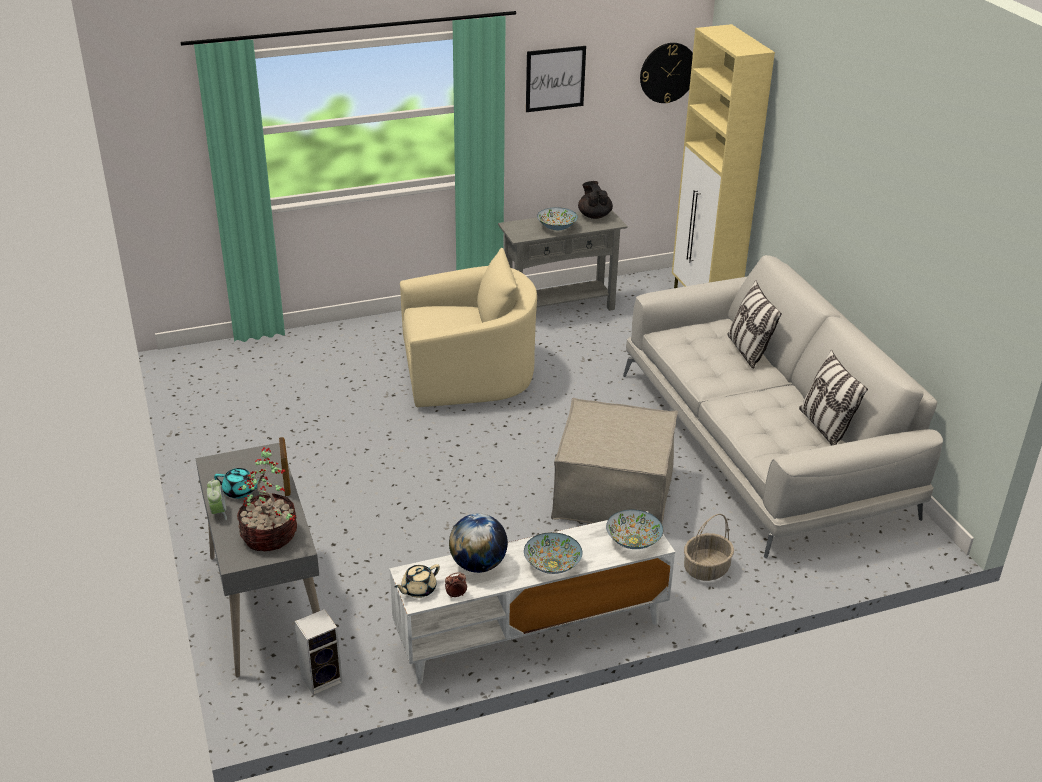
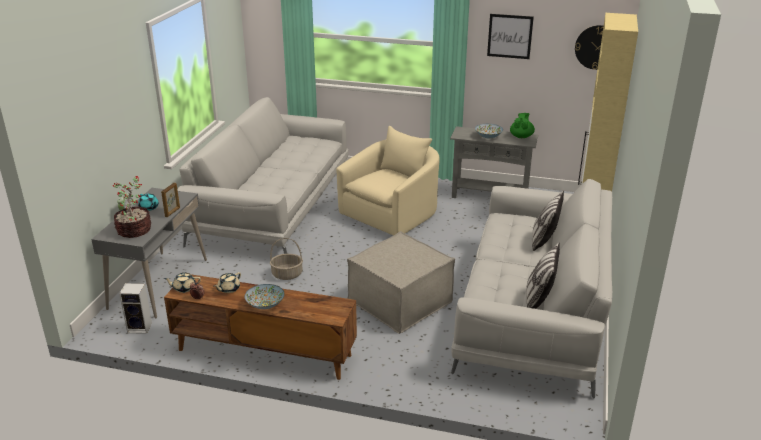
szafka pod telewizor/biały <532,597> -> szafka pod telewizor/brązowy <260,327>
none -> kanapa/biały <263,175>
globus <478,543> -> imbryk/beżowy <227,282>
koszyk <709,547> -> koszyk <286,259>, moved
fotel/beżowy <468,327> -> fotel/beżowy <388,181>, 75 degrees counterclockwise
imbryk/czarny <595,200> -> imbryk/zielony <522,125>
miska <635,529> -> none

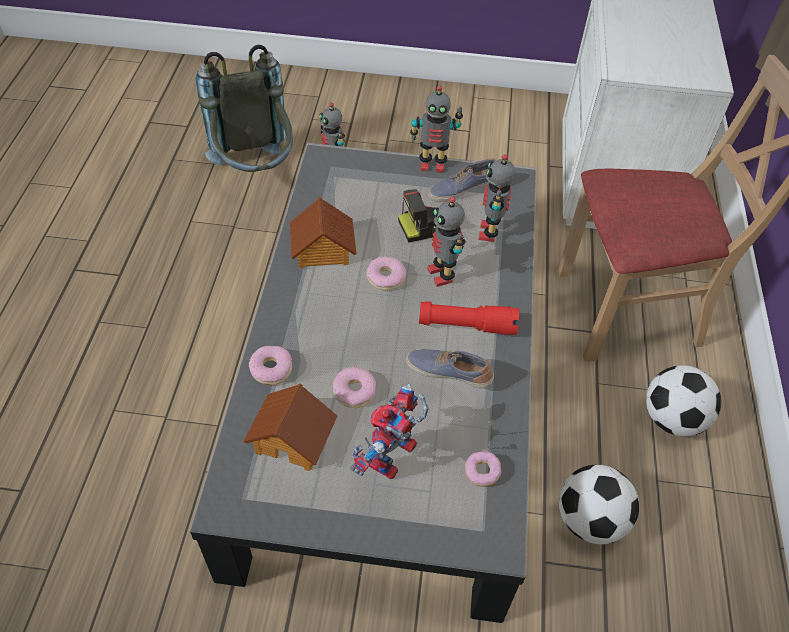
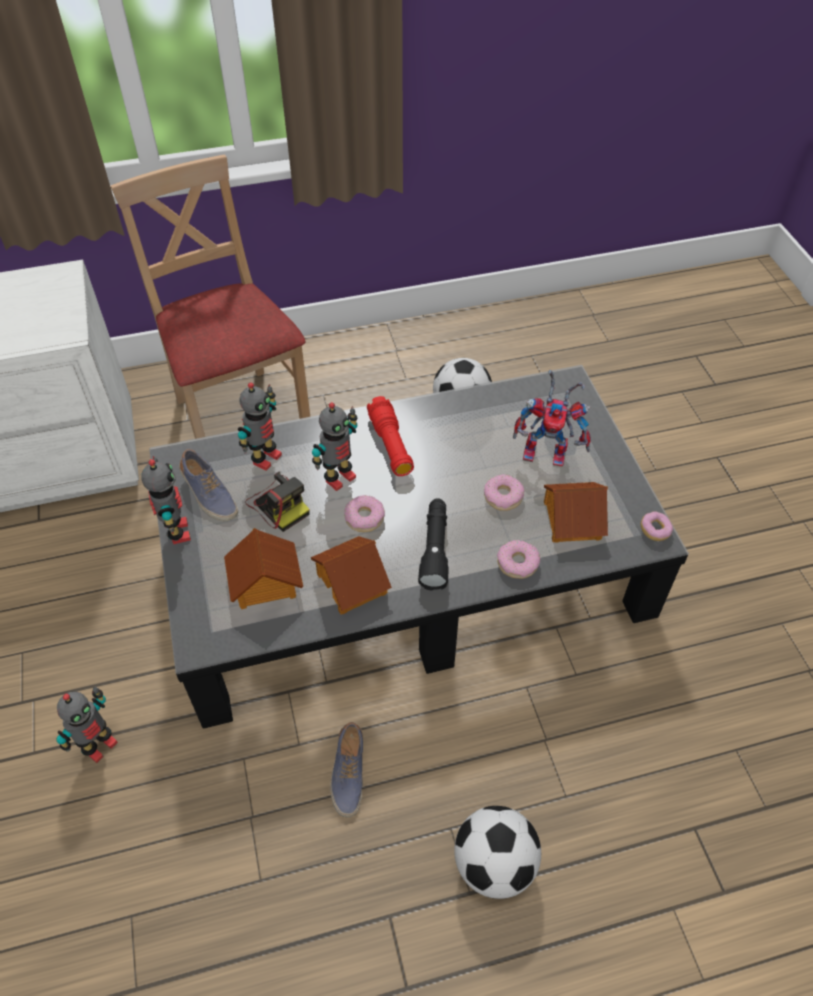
none -> domek <263,568>
robot zabawkowy <497,198> -> robot zabawkowy <260,426>, 45 degrees counterclockwise
but <450,368> -> but <346,770>, moved
none -> latarka/czarny <433,544>
piłka futbolowa <683,400> -> piłka futbolowa <497,852>, moved
donut <483,469> -> donut <656,526>, moved
plecak/szary <244,108> -> none

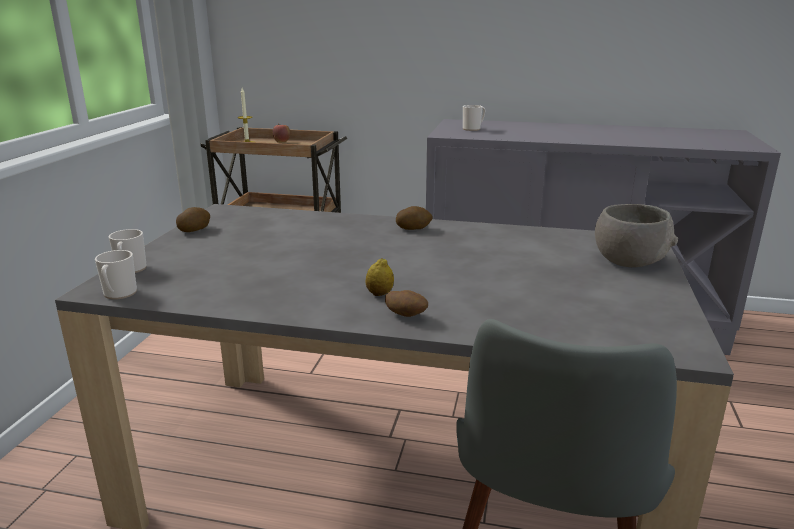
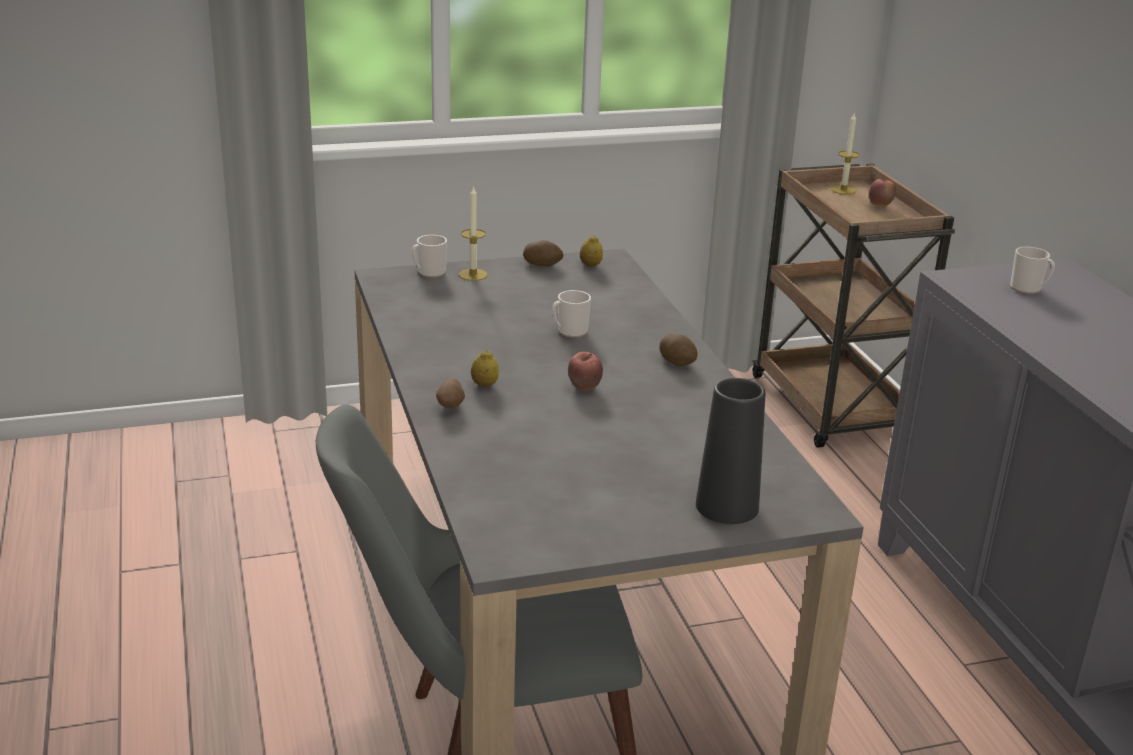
none -> świeca <473,233>
kubek <116,275> -> kubek <571,314>, moved
none -> jabłko <585,371>
none -> cytryna <591,251>
miska/szary <636,235> -> wazon/czarny <731,451>

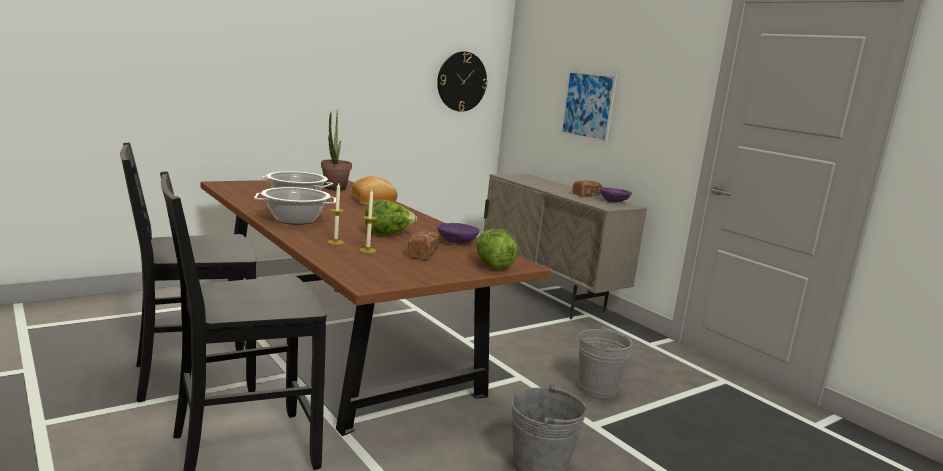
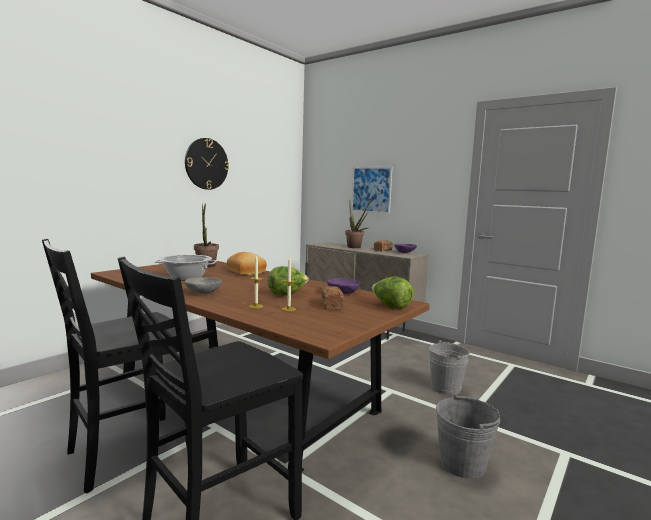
zegar ścienny <462,81> -> zegar ścienny <207,164>, moved
garnek <295,205> -> miska/szary <203,285>
none -> roślina doniczkowa <358,223>

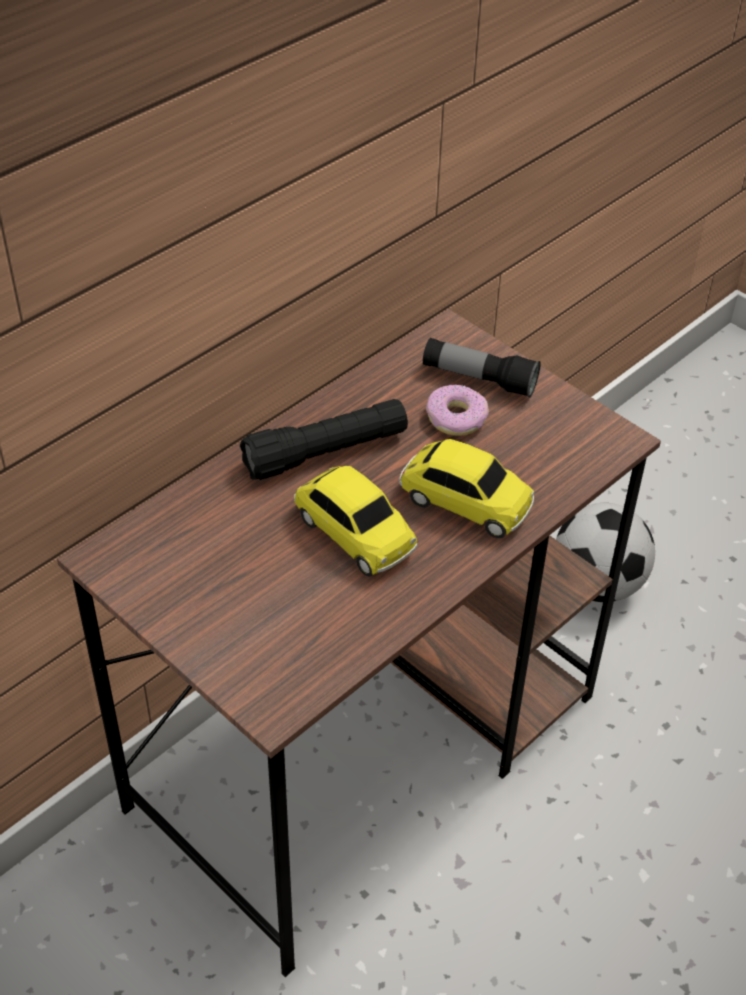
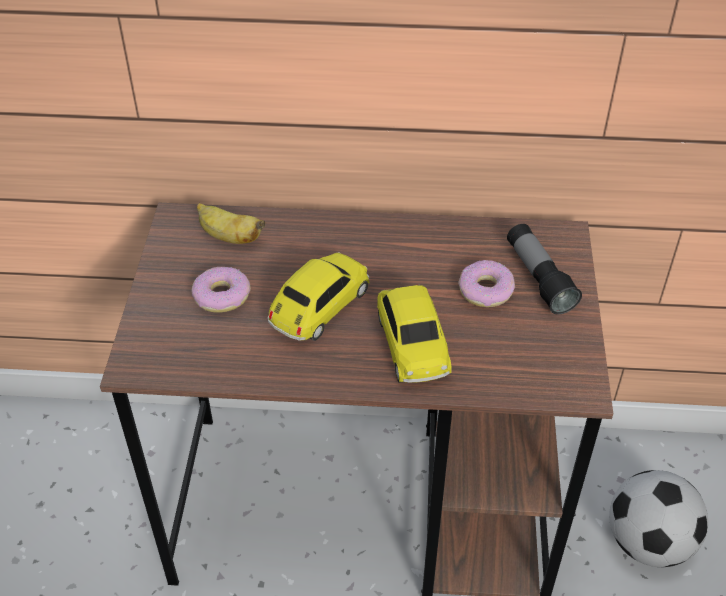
none -> donut <221,290>
none -> banan <231,223>
samochodzik <356,521> -> samochodzik <319,296>, 150 degrees counterclockwise
latarka/czarny <324,439> -> none

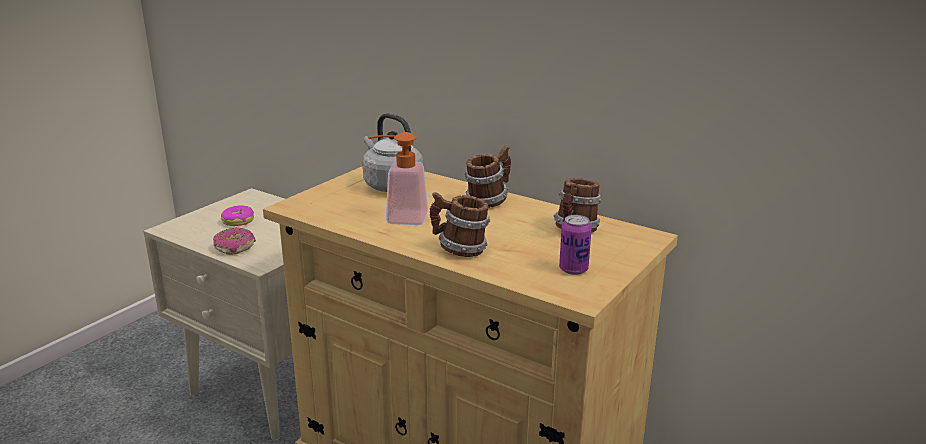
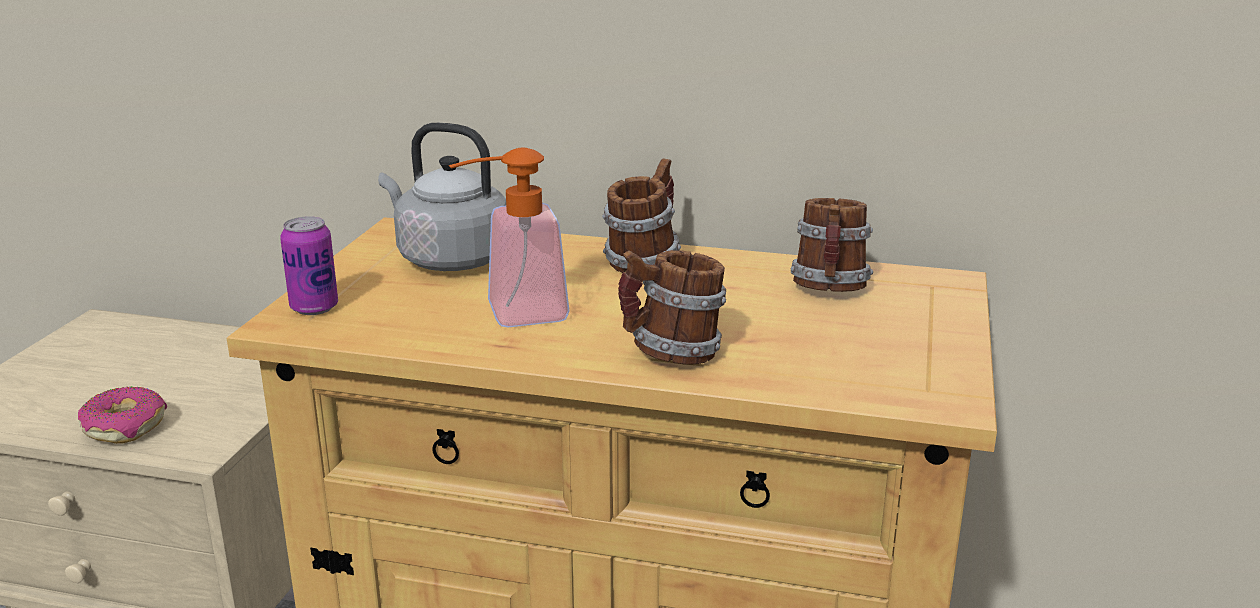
puszka <575,245> -> puszka <309,265>, moved
donut <237,215> -> none

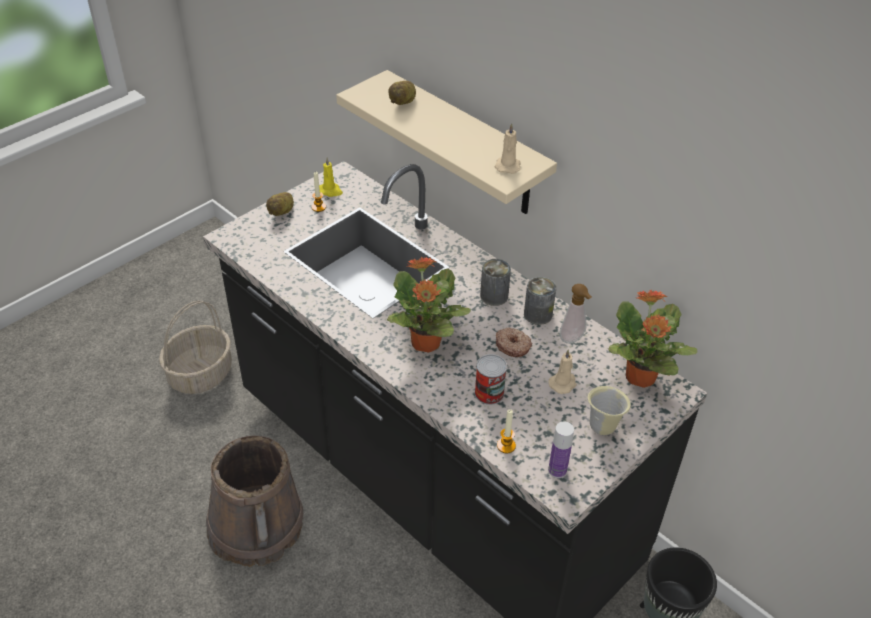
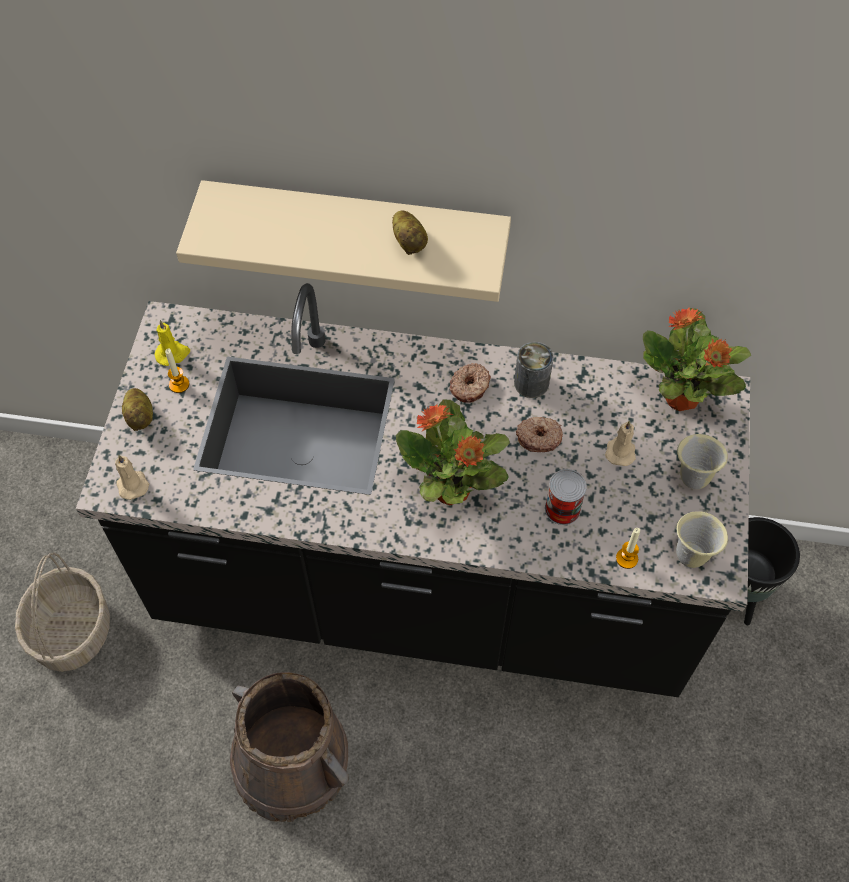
świeca/beżowy <507,148> -> świeca/beżowy <132,477>, moved
ziemniak <402,93> -> ziemniak <410,232>, moved
puszka <495,282> -> donut <470,383>
butelka <561,450> -> kubek/beżowy <702,539>
dozownik mydła <575,314> -> none

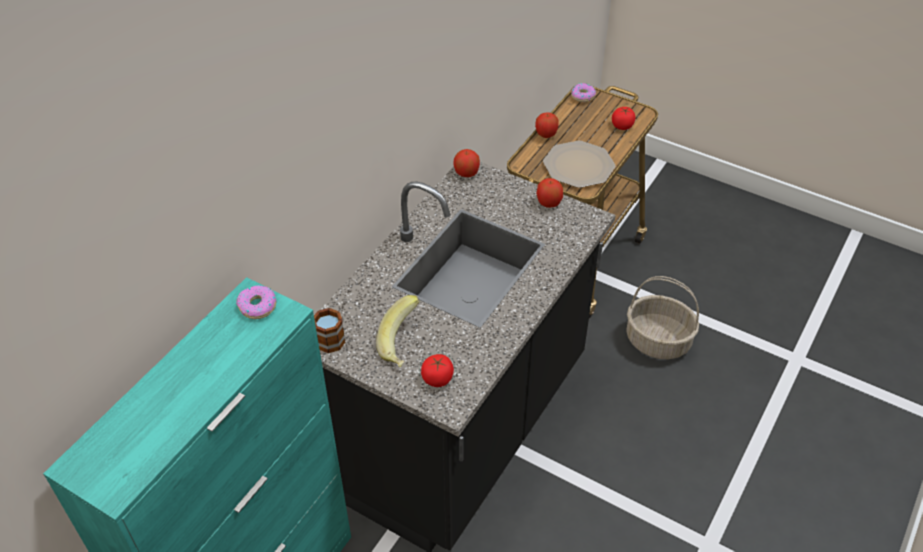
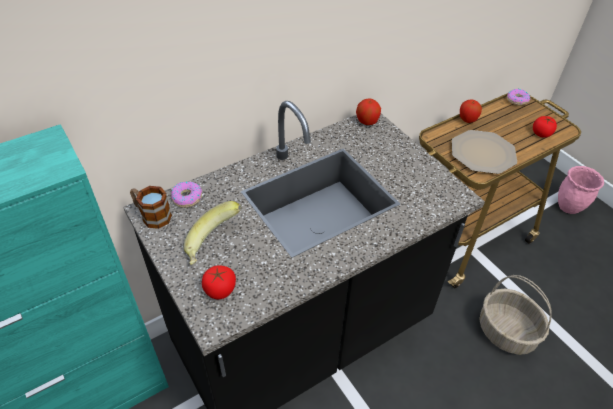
donut <256,302> -> donut <186,194>, moved
none -> donica/różowy <581,190>
jabłko <549,193> -> none

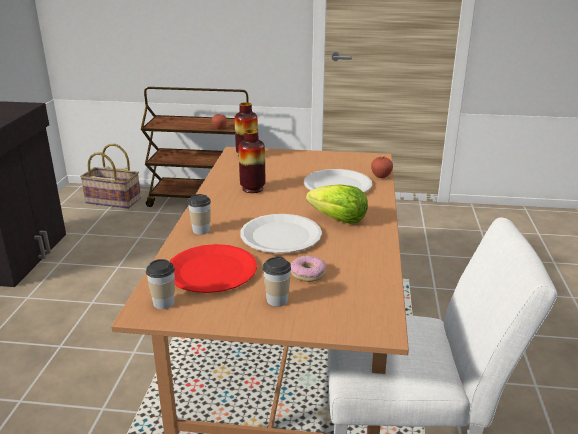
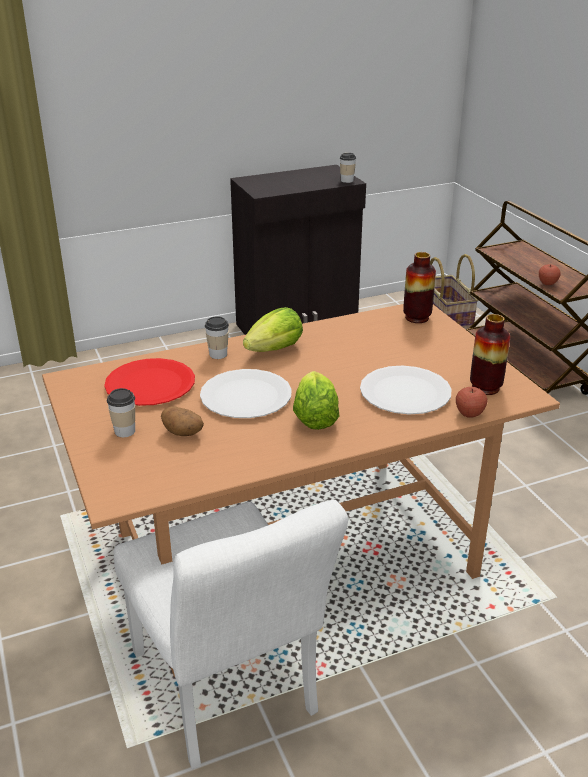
donut <308,268> -> ziemniak <182,421>
none -> sałata <273,329>
filiżanka <160,284> -> filiżanka <348,168>, moved
wazon <251,161> -> wazon <490,354>, moved

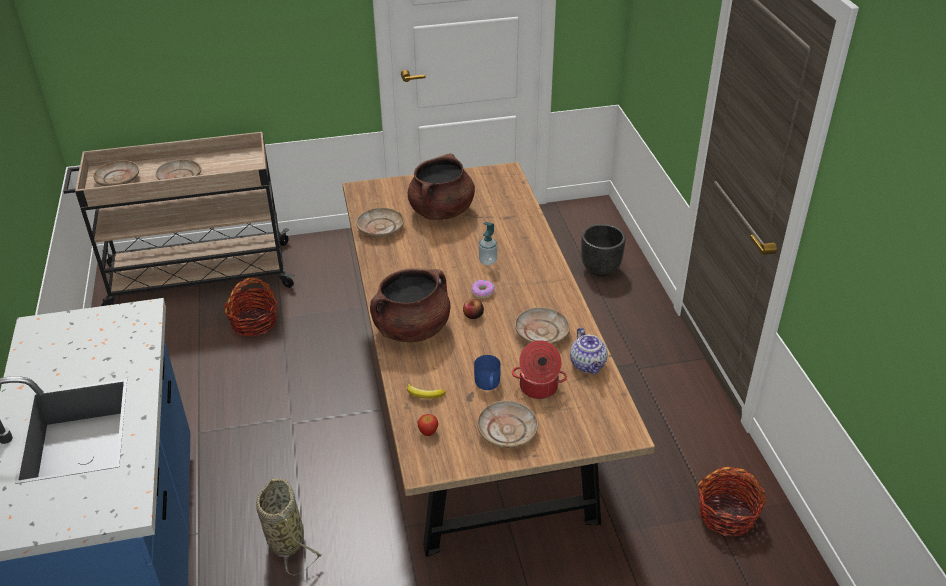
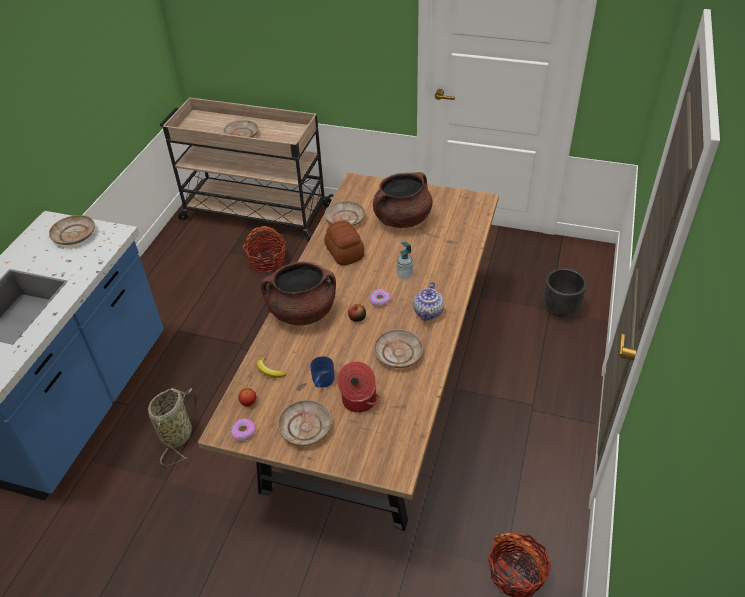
talerz/beżowy <116,173> -> talerz/beżowy <72,230>, moved
none -> donut <243,429>
none -> chleb <344,243>
imbryk <589,350> -> imbryk <428,301>, moved

